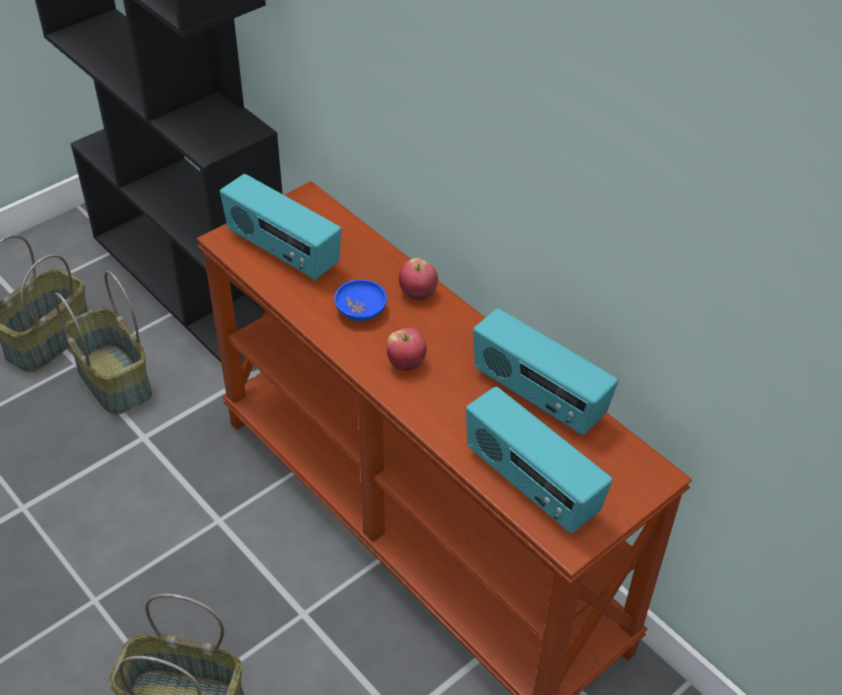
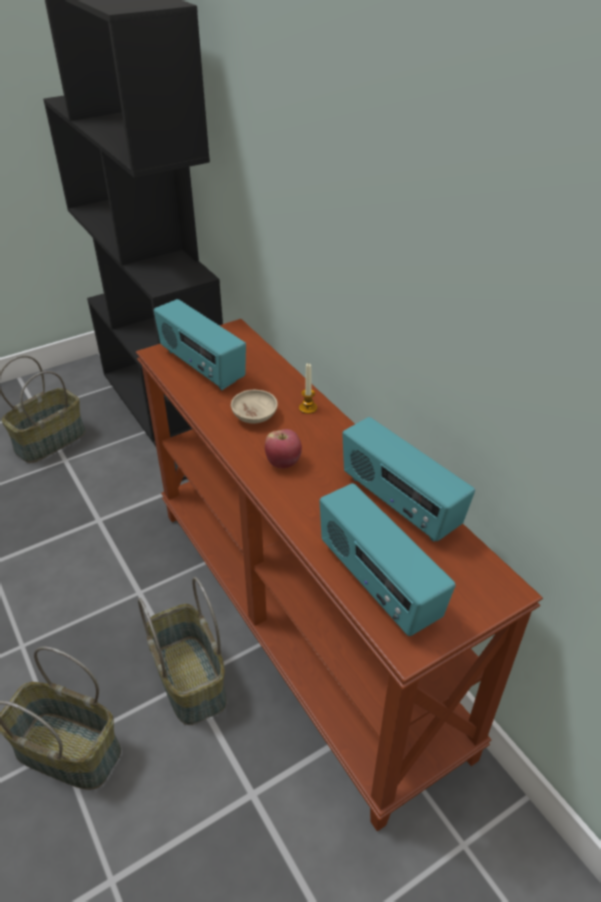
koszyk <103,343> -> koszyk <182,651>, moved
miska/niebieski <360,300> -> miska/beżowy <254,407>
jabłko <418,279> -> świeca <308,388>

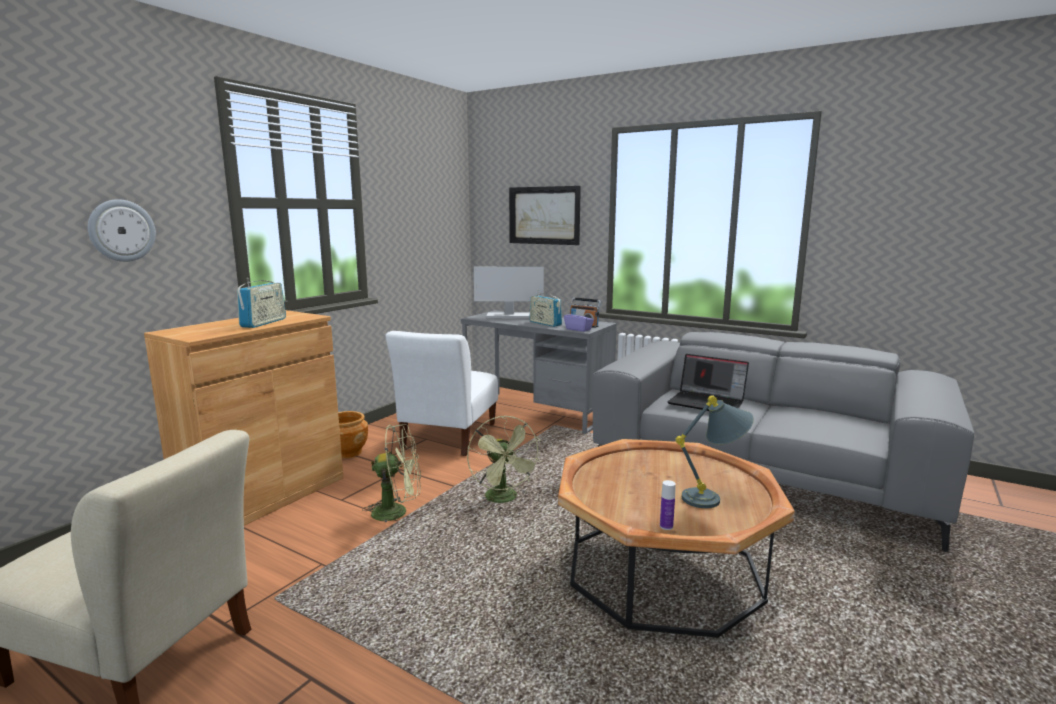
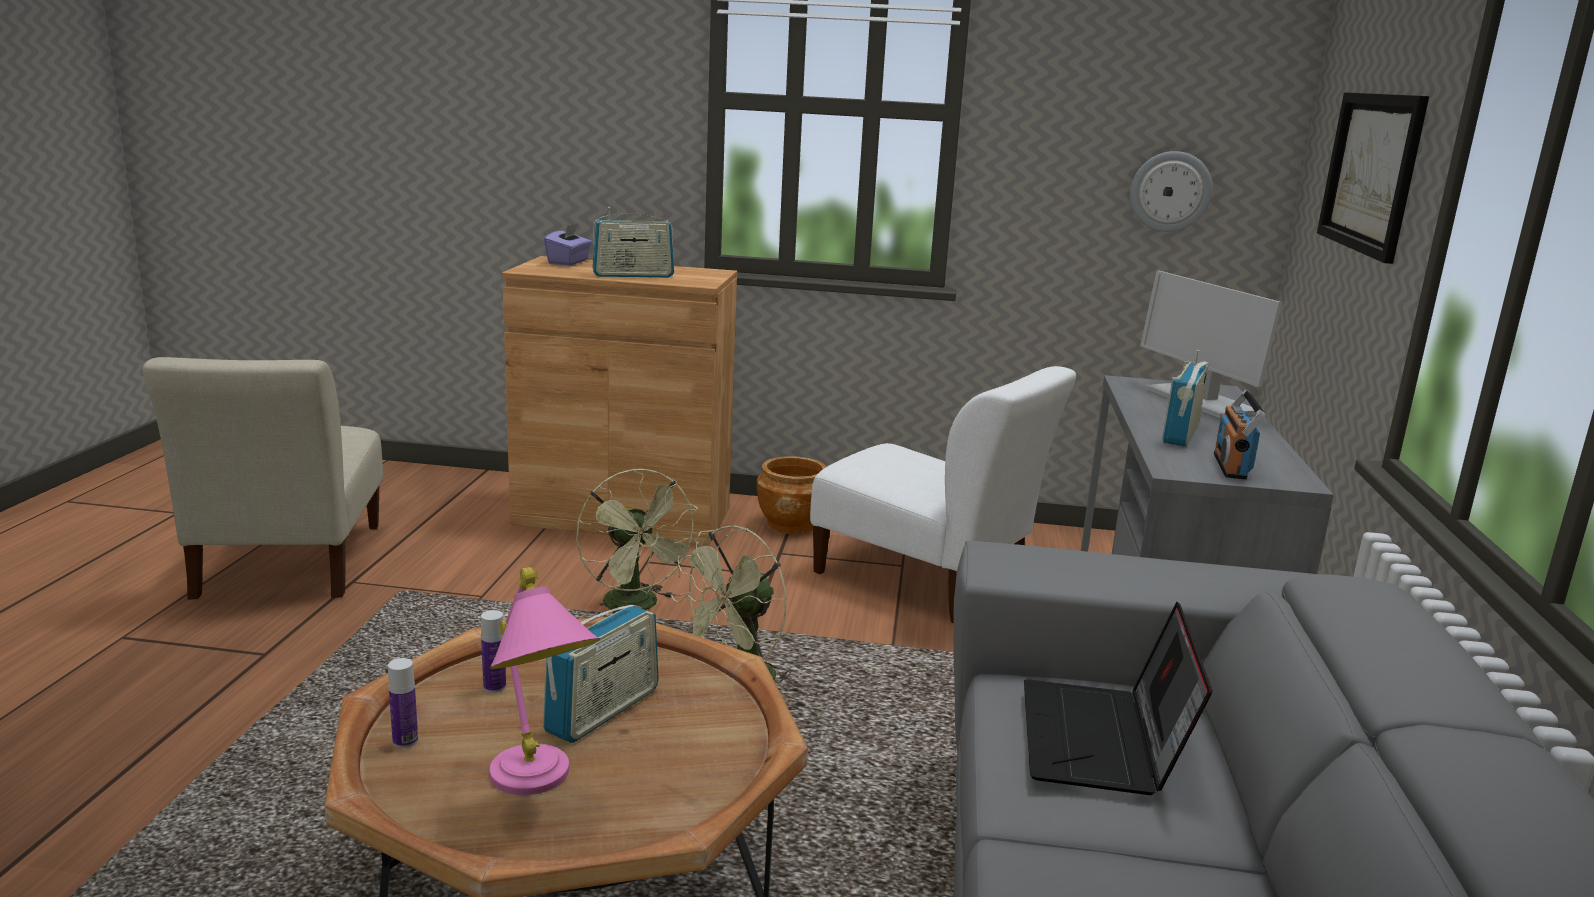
none -> butelka <493,651>
lampa stołowa/szary <714,451> -> lampa stołowa/różowy <544,681>
none -> radio <601,674>
pudełko chusteczek/fioletowy <579,320> -> pudełko chusteczek/fioletowy <568,244>, moved
krzesło/biały <441,393> -> krzesło/biały <943,494>, 135 degrees counterclockwise
zegar ścienny <122,230> -> zegar ścienny <1171,191>, moved

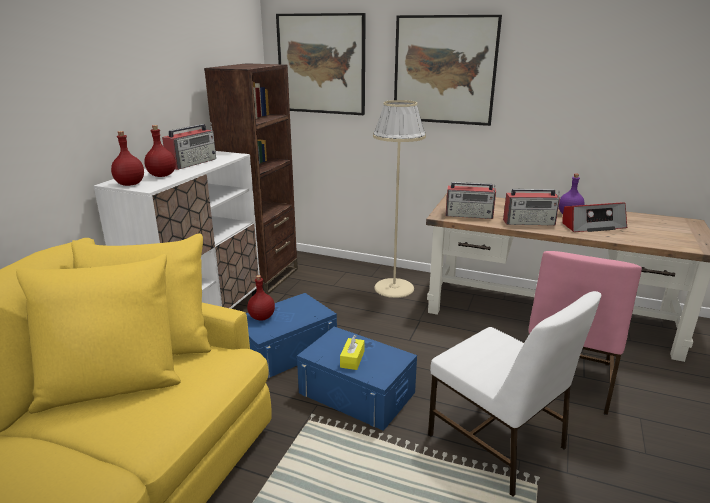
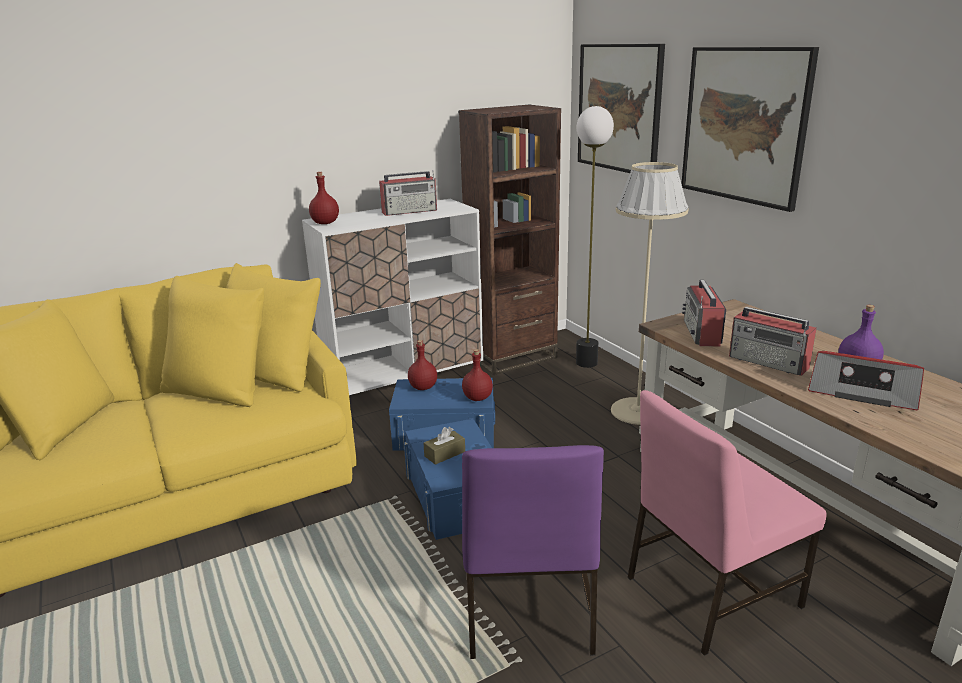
pudełko chusteczek/żółty <352,352> -> pudełko chusteczek/brązowy <444,446>
butelka/czerwony <160,151> -> butelka/czerwony <477,375>, moved
krzesło/biały <514,394> -> krzesło/fioletowy <533,552>
none -> lampa stojąca <595,237>
radio <470,200> -> radio <704,313>, 45 degrees clockwise

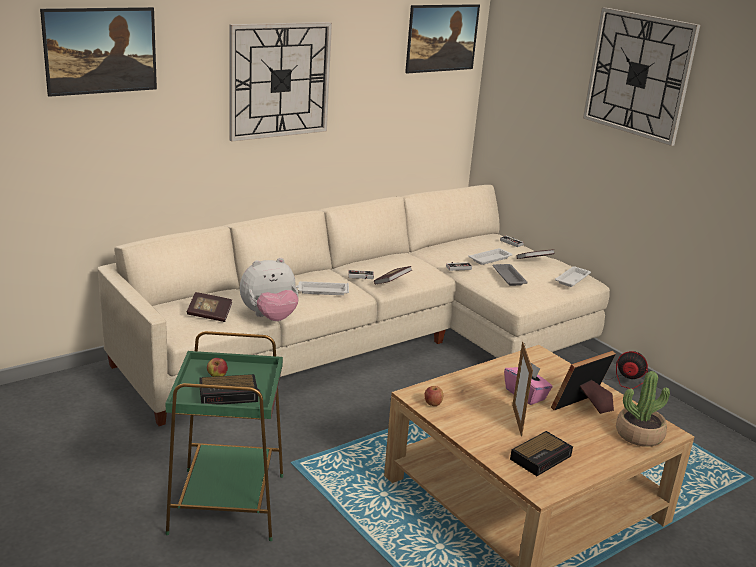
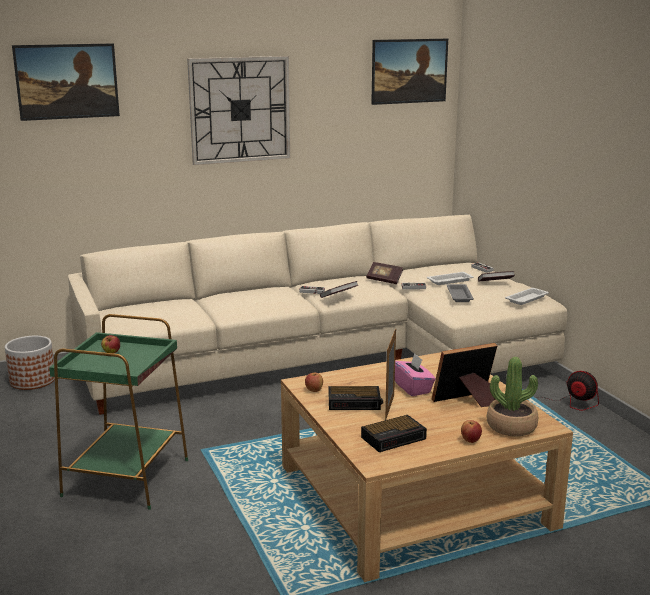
none -> donica <30,363>
budzik <229,389> -> budzik <356,398>, moved
książka <209,307> -> książka <384,273>, moved
none -> jabłko <471,431>
pluszak <269,289> -> none
taca/biały <322,288> -> none
zegar ścienny <641,76> -> none

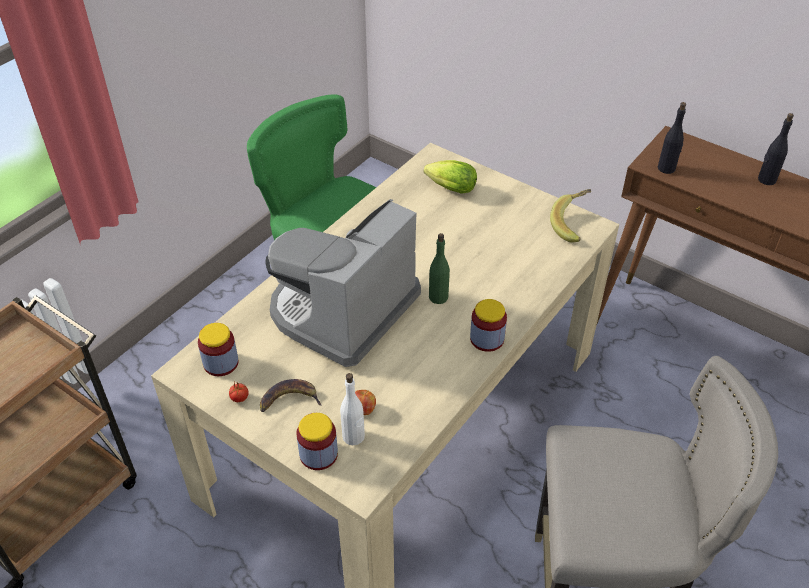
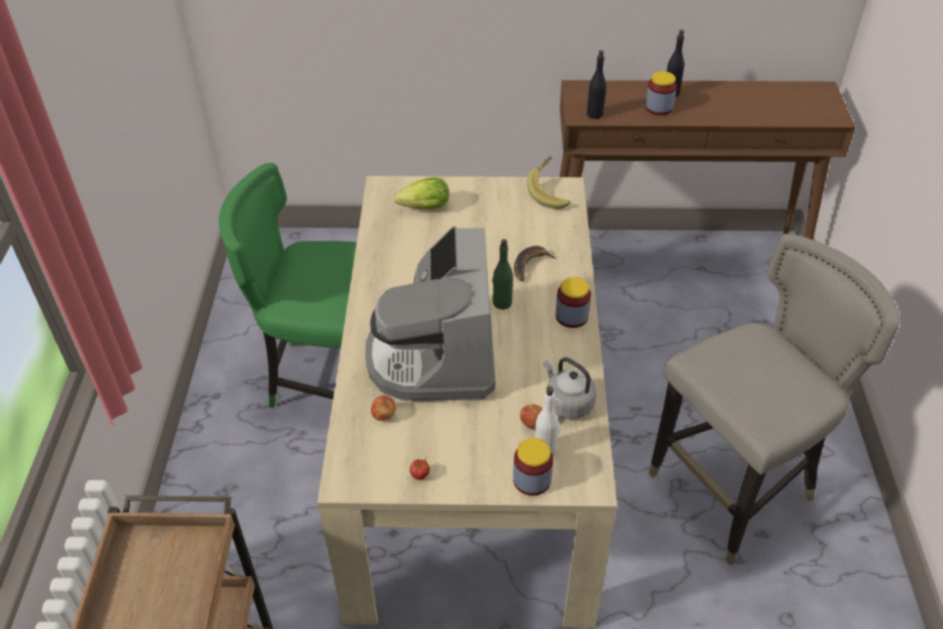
none -> jabłko <383,408>
banan <291,395> -> banan <535,263>, moved
none -> czajnik/szary <570,388>
słoik <218,349> -> słoik <661,93>, moved

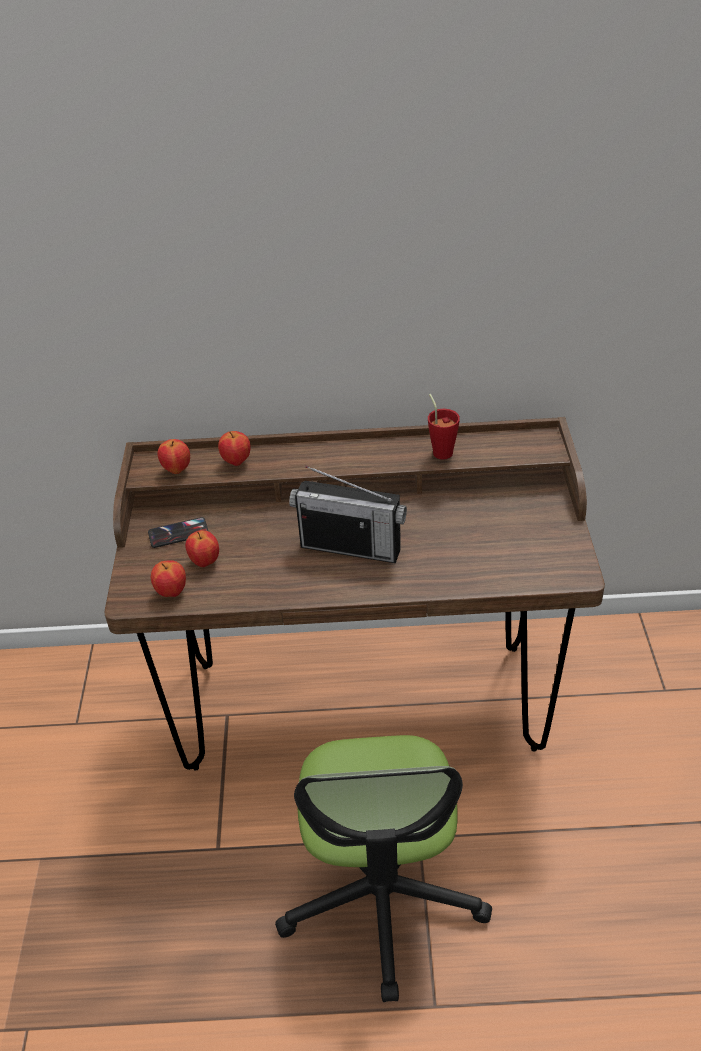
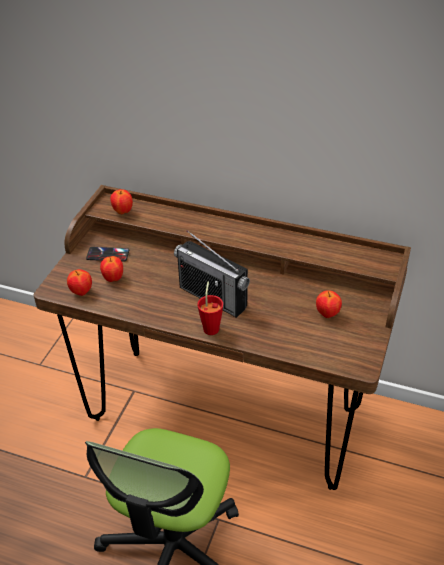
filiżanka/czerwony <444,427> -> filiżanka/czerwony <210,308>, moved
jabłko <234,448> -> jabłko <329,304>, moved

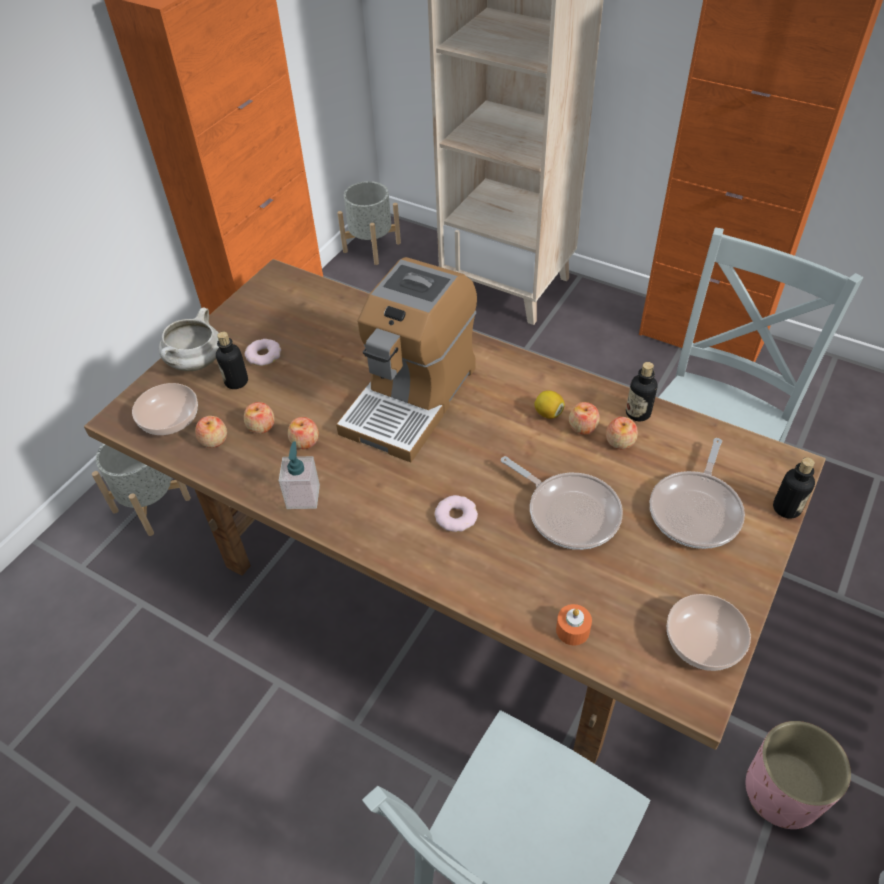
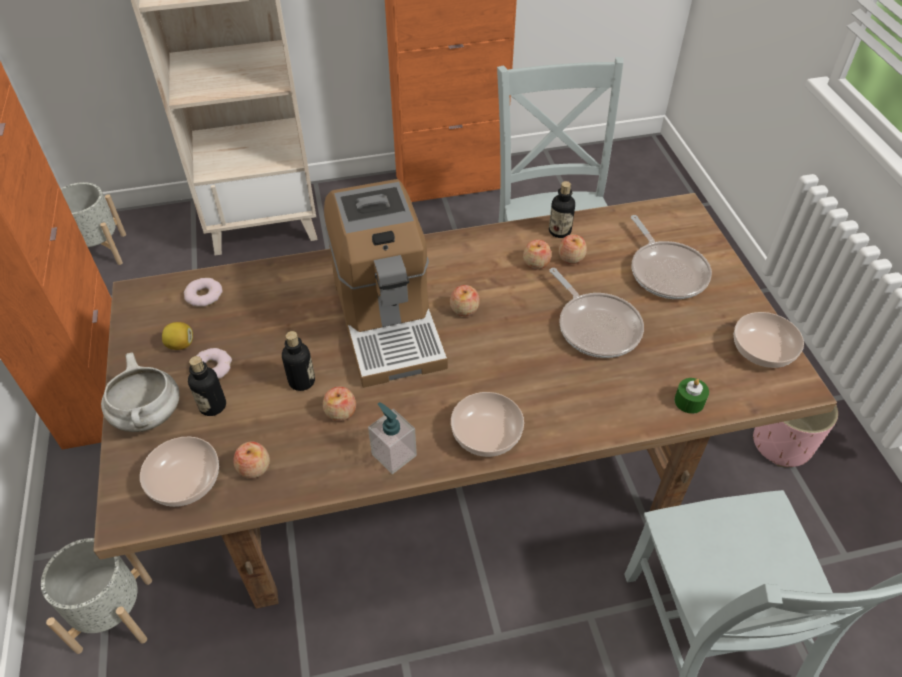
cytryna <549,404> -> cytryna <177,336>, moved
donut <456,513> -> donut <203,292>, moved
butelka <794,488> -> butelka <298,361>, moved
jabłko <259,418> -> jabłko <465,300>, moved
none -> miska <487,424>
patelnia <562,503> -> patelnia <596,313>, 60 degrees clockwise
świeca/pomarańczowy <574,624> -> świeca/zielony <691,396>

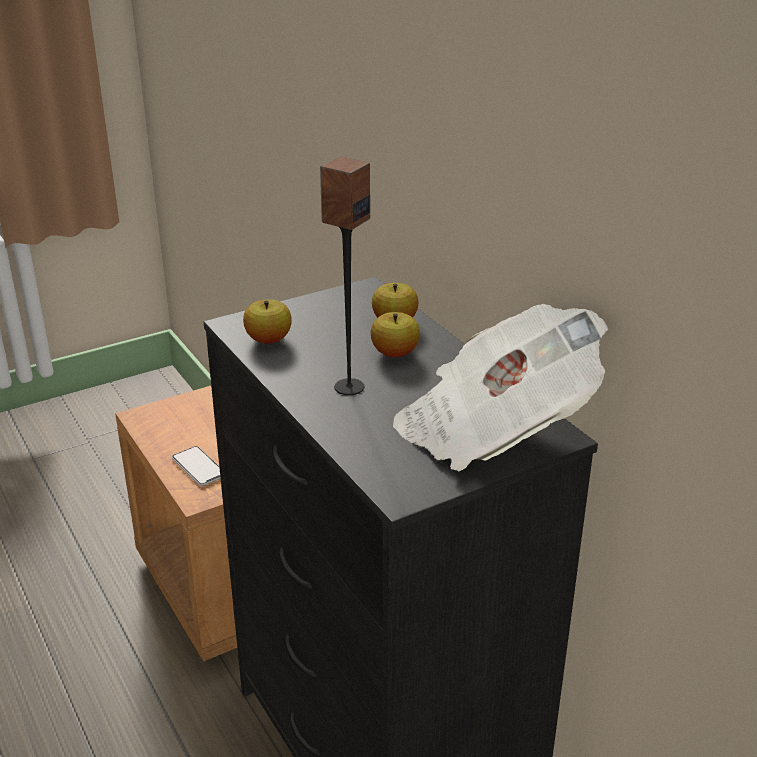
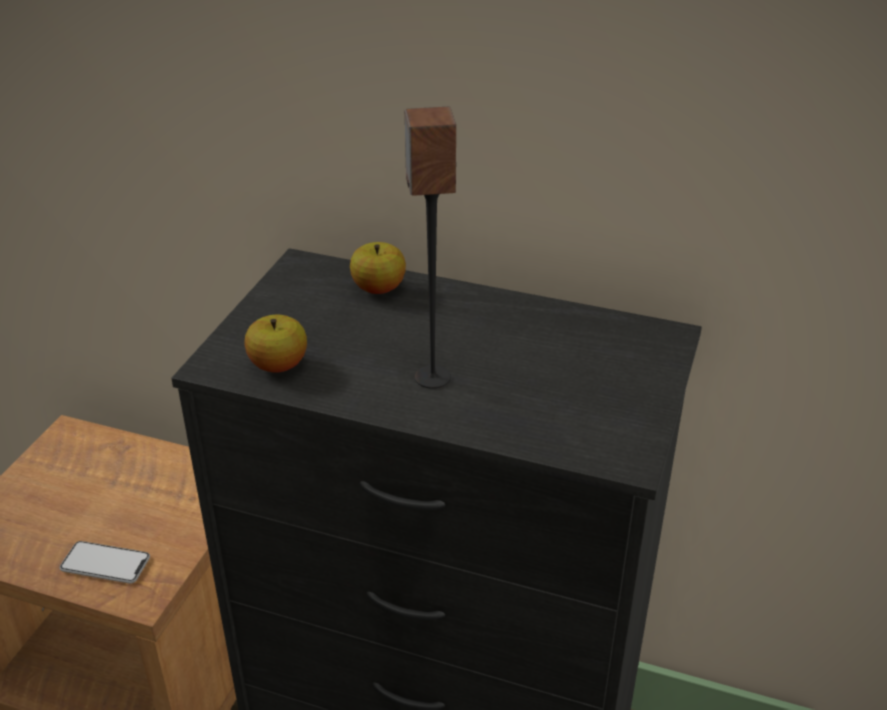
jabłko <395,334> -> none
gazeta <500,387> -> none

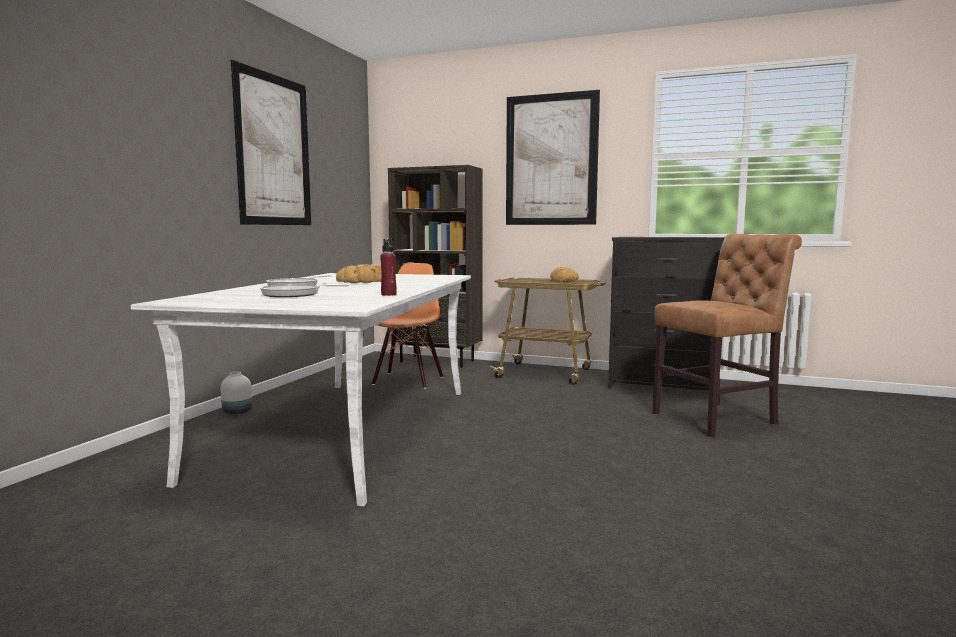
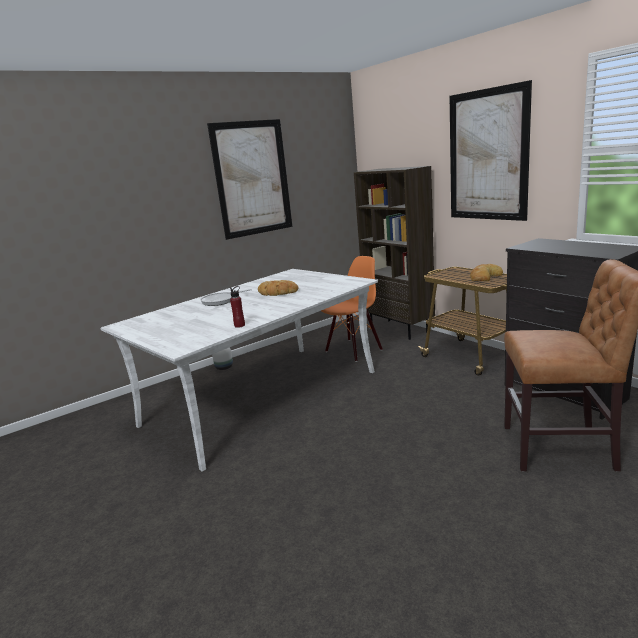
patelnia <304,290> -> none

